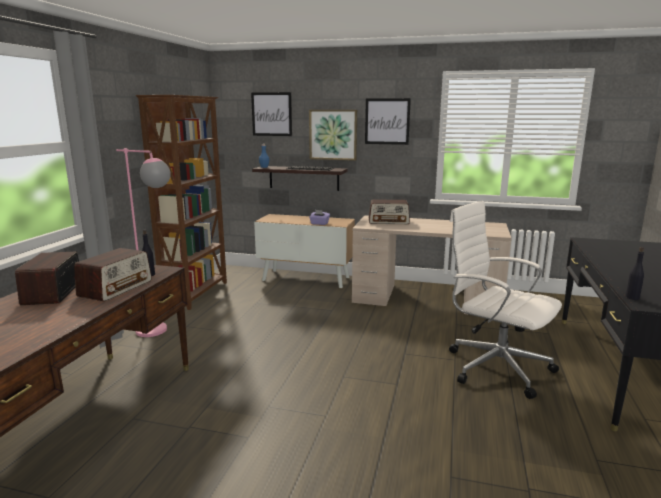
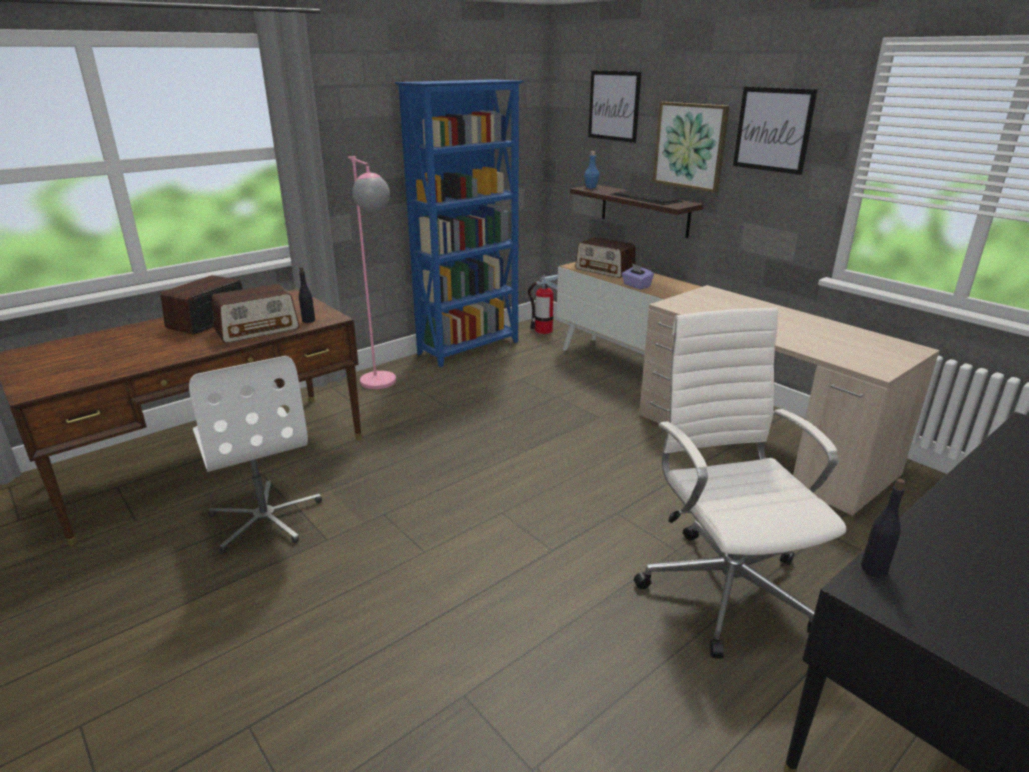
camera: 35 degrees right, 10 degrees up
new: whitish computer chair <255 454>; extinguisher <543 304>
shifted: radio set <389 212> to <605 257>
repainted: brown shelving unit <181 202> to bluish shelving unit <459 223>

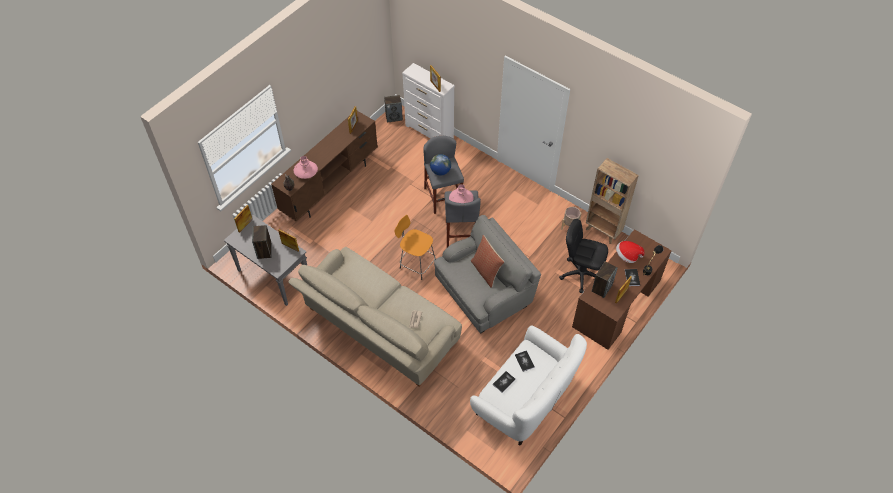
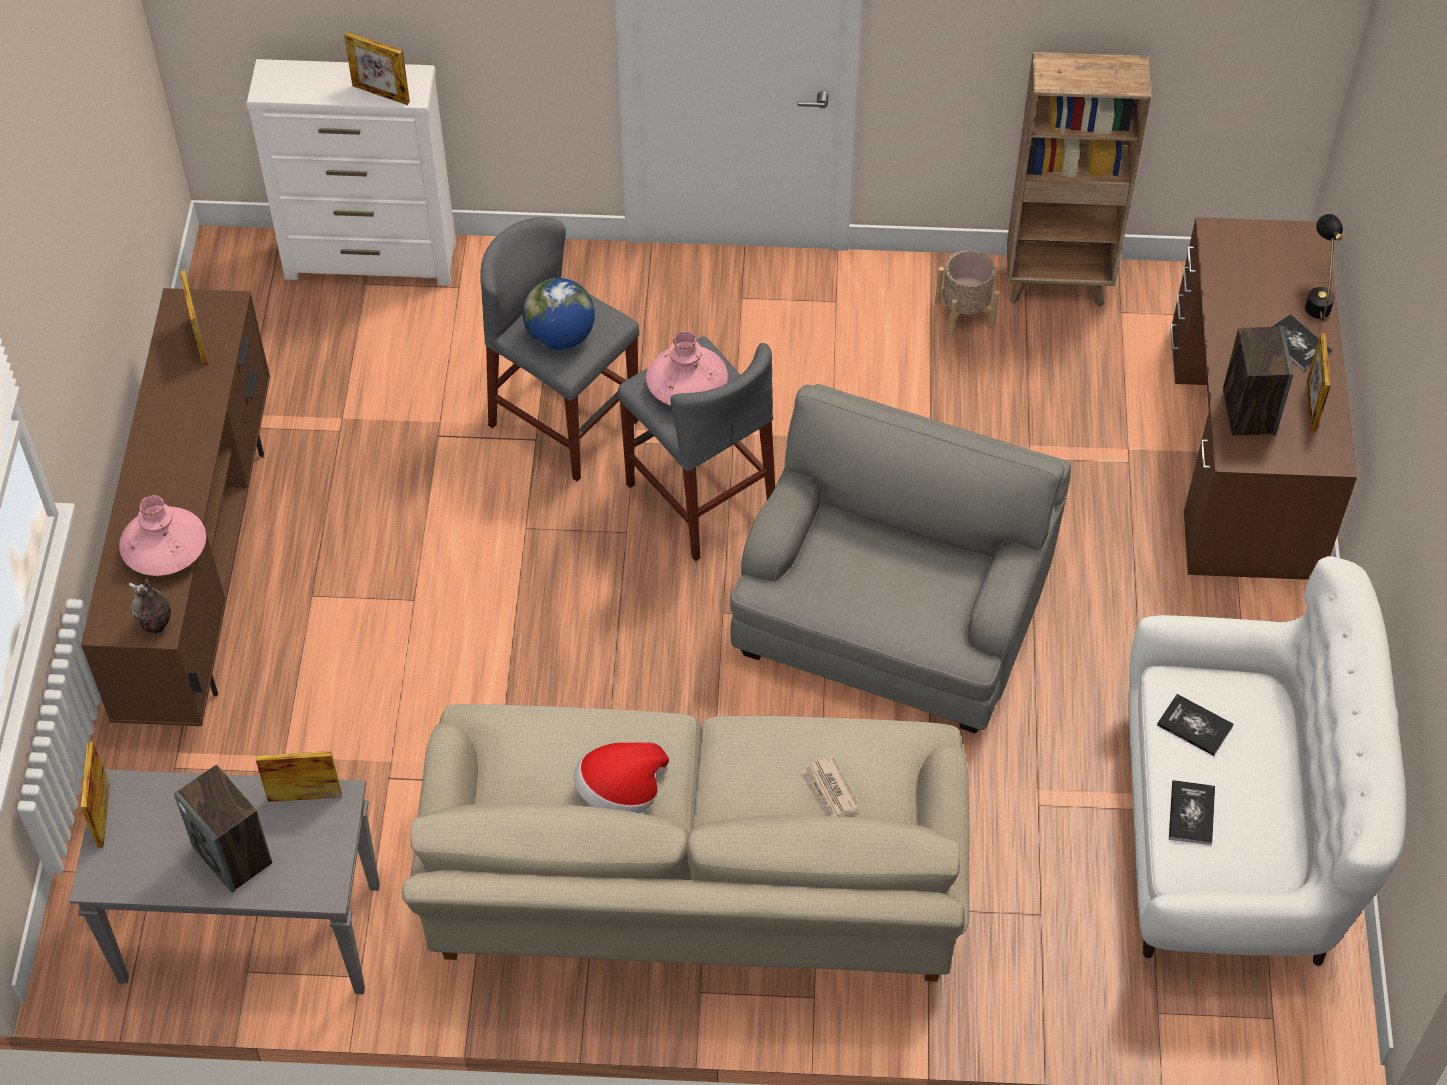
camera: 35 degrees left, 0 degrees up
gone: audio speaker <393 108>; orange-coloured stool <415 247>; throw pillow <487 261>; black-coloured computer chair <583 256>
shifted: wearable hat <630 252> to <621 778>

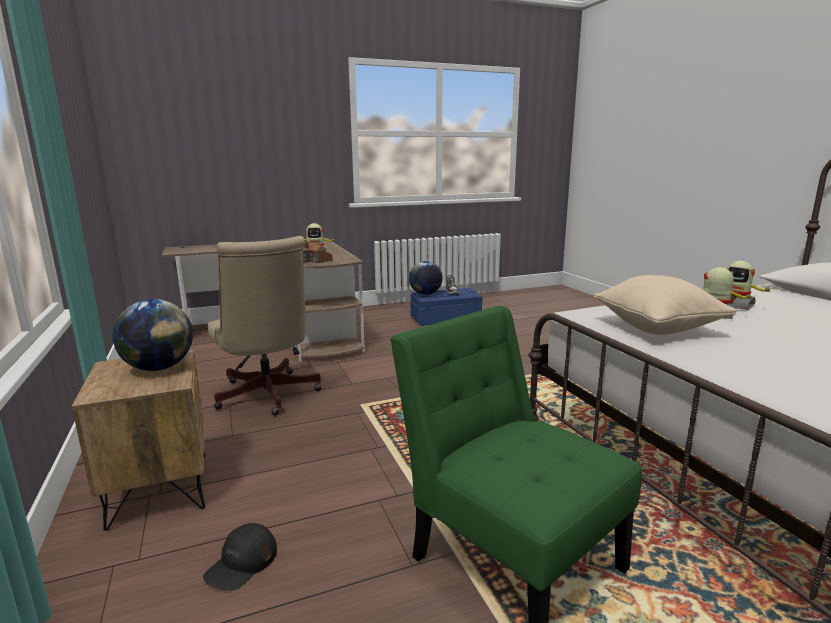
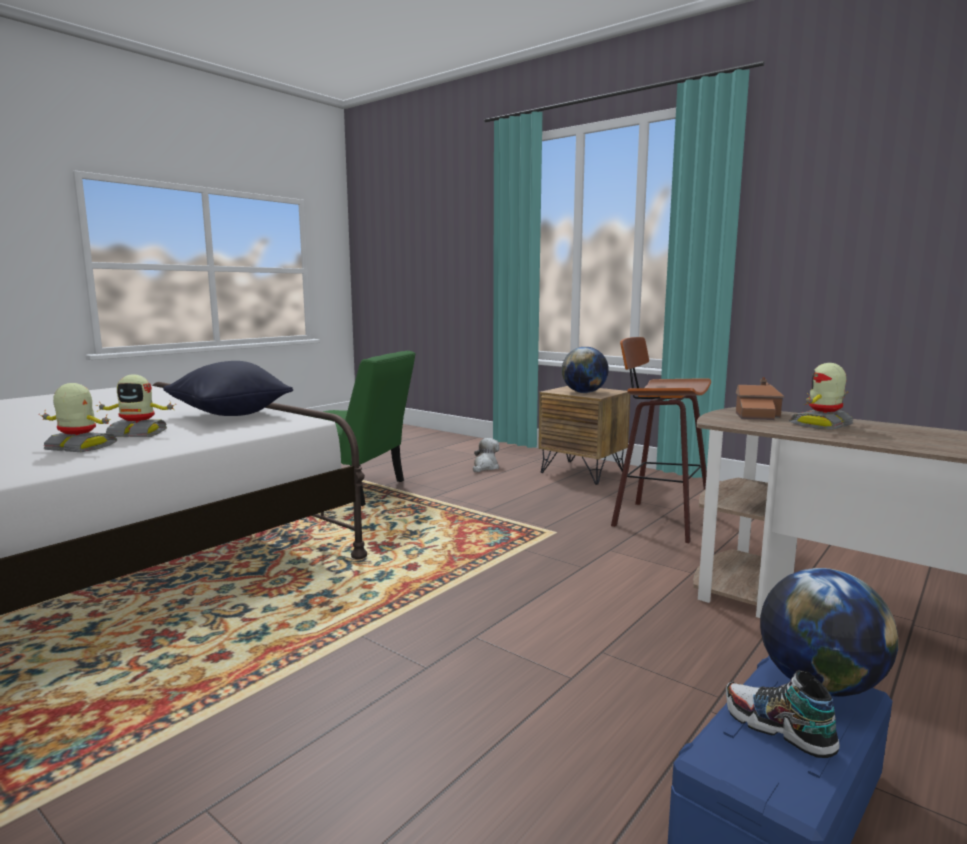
camera: 150 degrees right, 5 degrees down
swapped: black-coloured cap <240 557> to plush toy <486 455>; beige-coloured computer chair <265 326> to stool <661 440>
repainted: beige-coloured throw pillow <665 305> to black-coloured throw pillow <228 388>

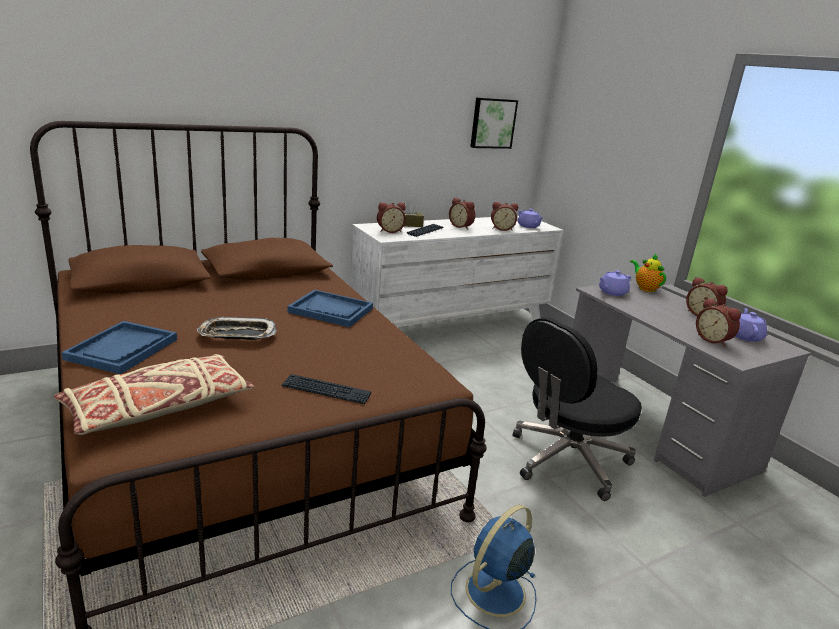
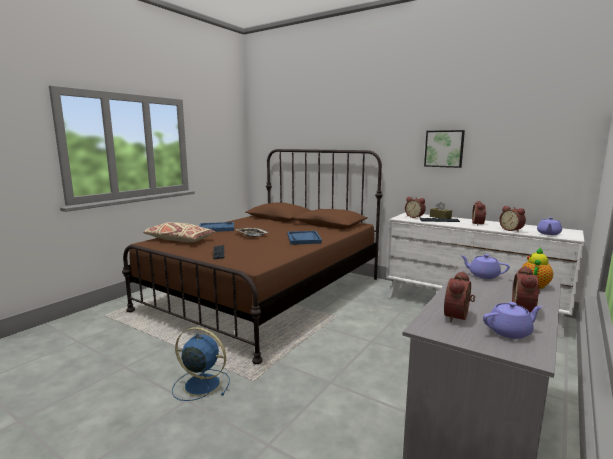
camera: 65 degrees right, 10 degrees down
gone: black-coloured computer chair <577 409>
shifted: picture <494 123> to <444 149>

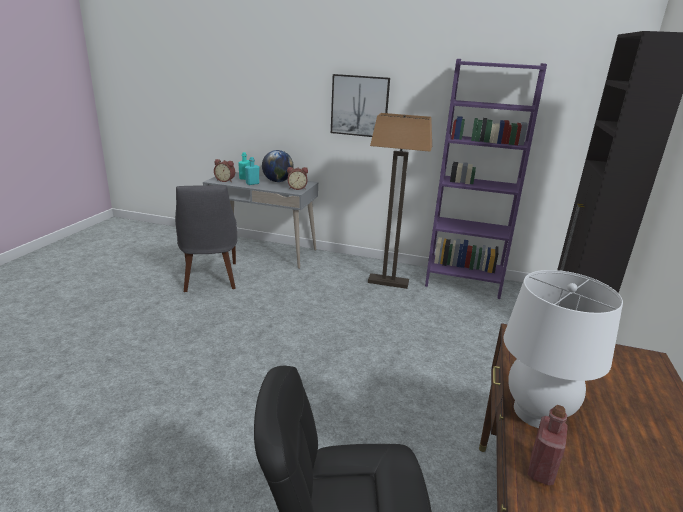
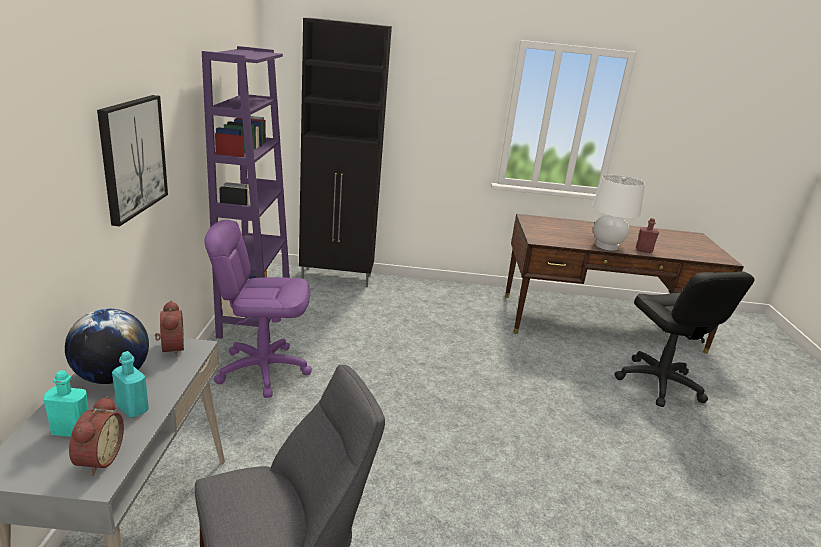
camera: 105 degrees left, 0 degrees up
swapped: floor lamp <400 201> to purple-coloured computer chair <258 309>

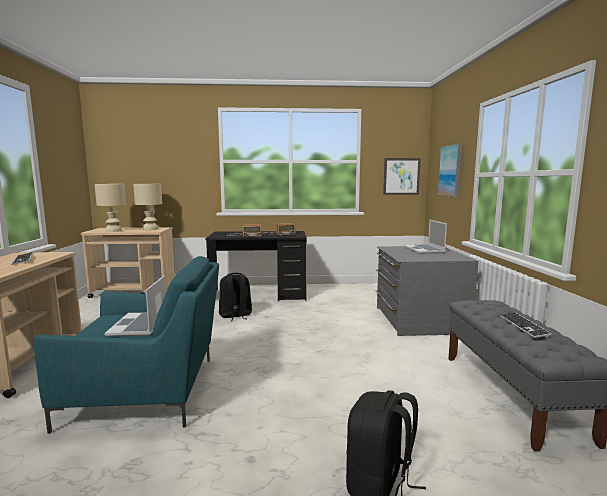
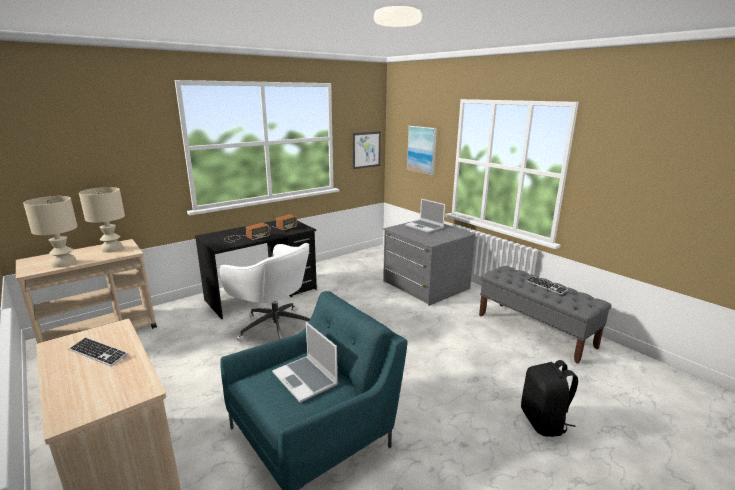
camera: 35 degrees left, 10 degrees up
swapped: black-coloured backpack <235 297> to whitish computer chair <264 292>

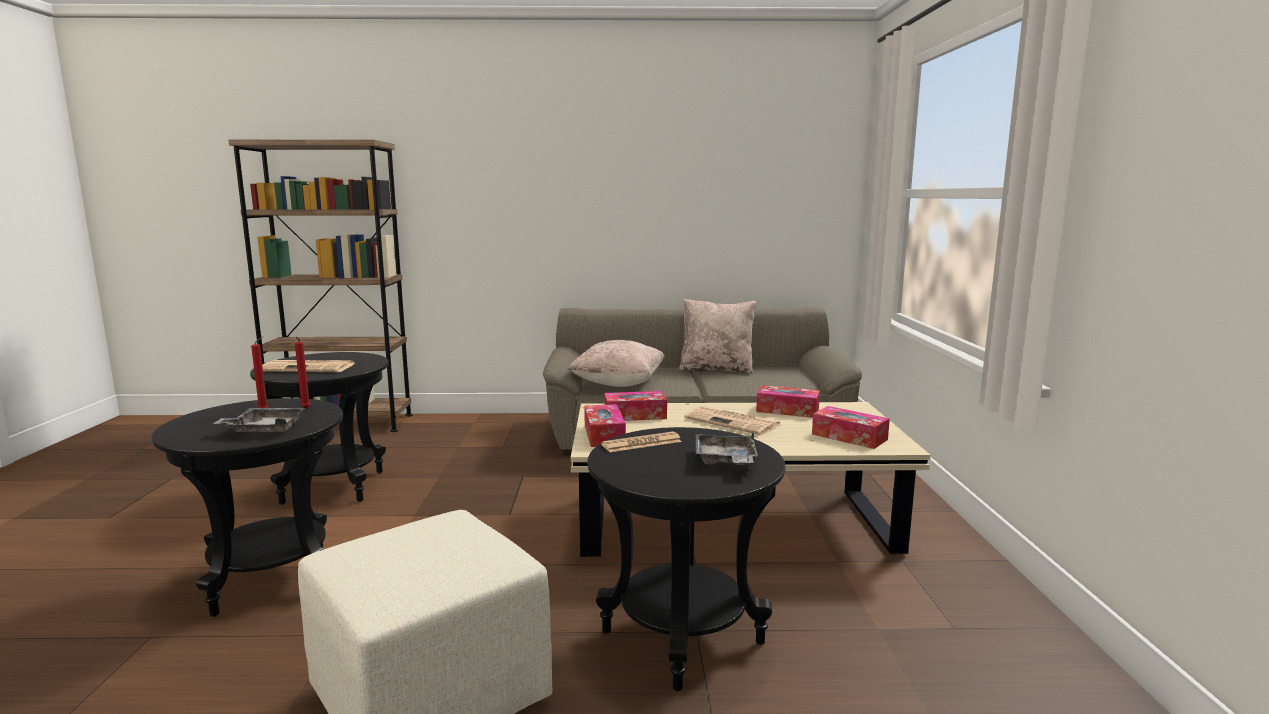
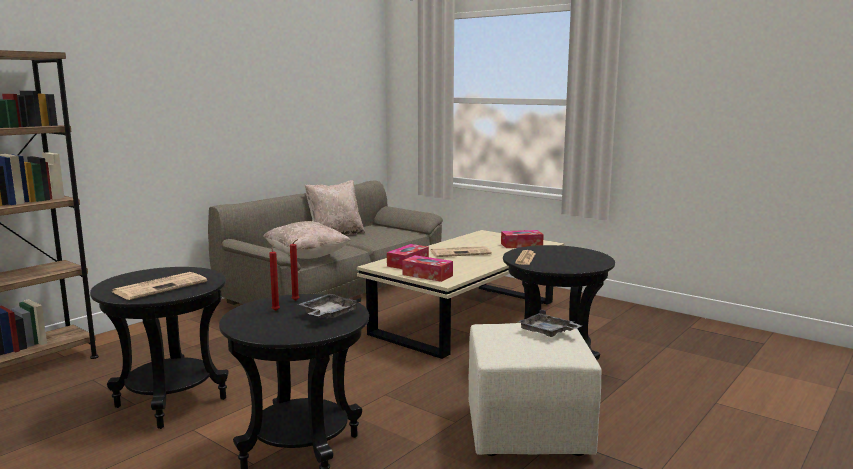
camera: 50 degrees left, 0 degrees up
gone: tissue box <788 401>
shifted: grey tray <727 448> to <550 323>

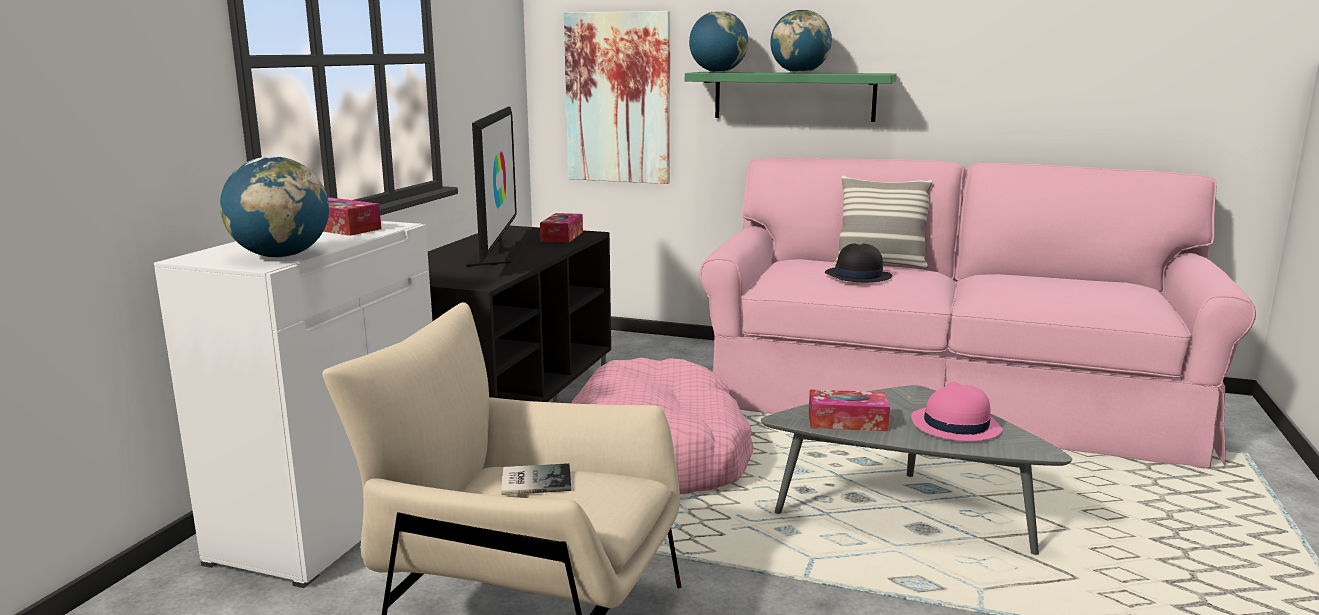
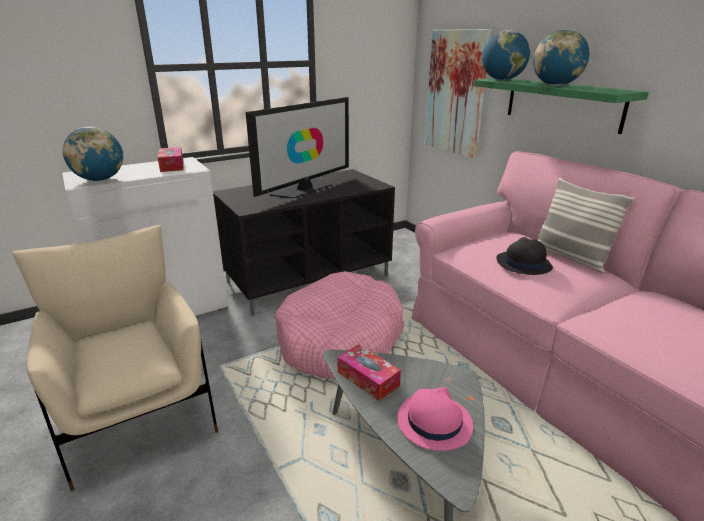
camera: 40 degrees right, 10 degrees up
gone: volume <536 479>; tissue box <561 228>

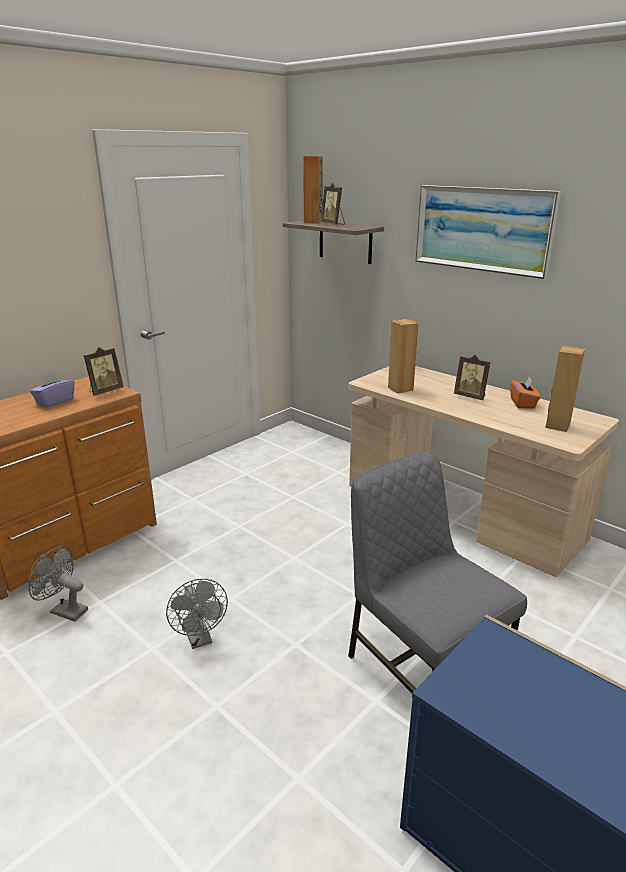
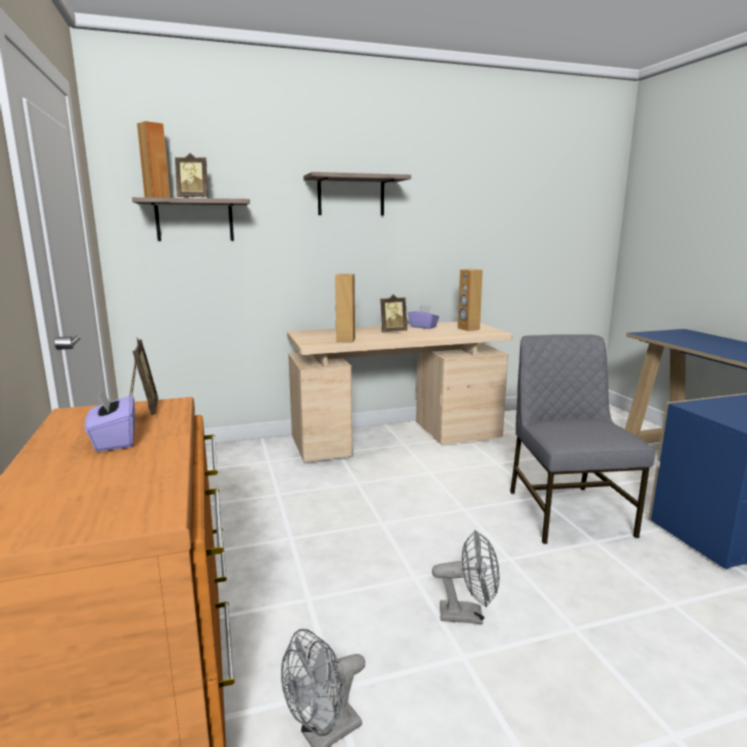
camera: 60 degrees left, 10 degrees down
swapped: picture <488 232> to shelf <357 194>
repainted: orange-coloured tissue box <525 392> to purple-coloured tissue box <423 317>
rotated: grey upright chair <437 572> = <582 439> 90 degrees clockwise

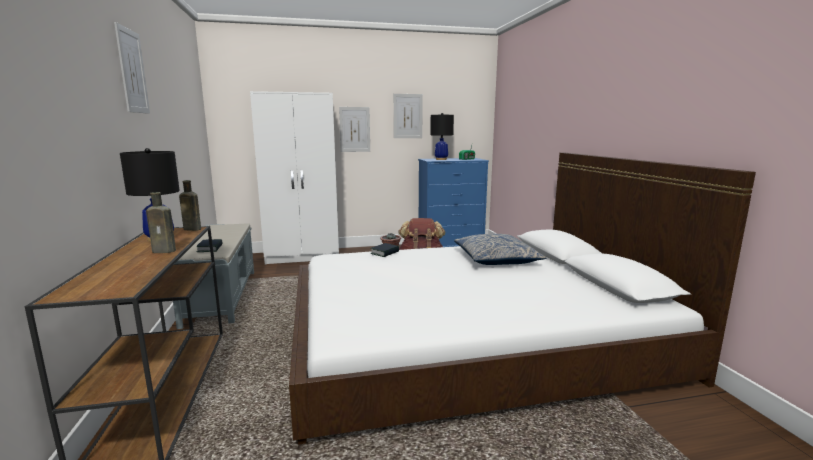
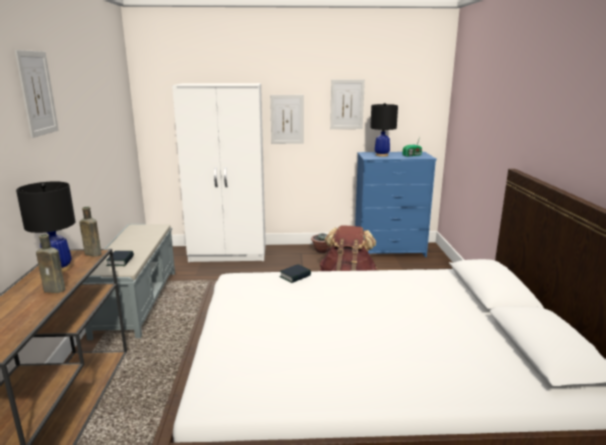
camera: 10 degrees right, 5 degrees up
gone: throw pillow <500 249>

